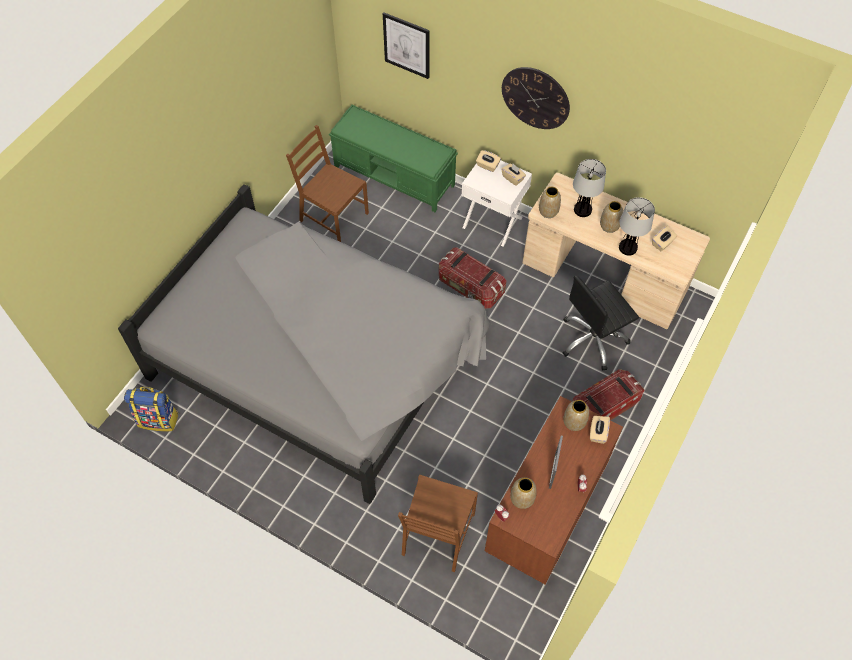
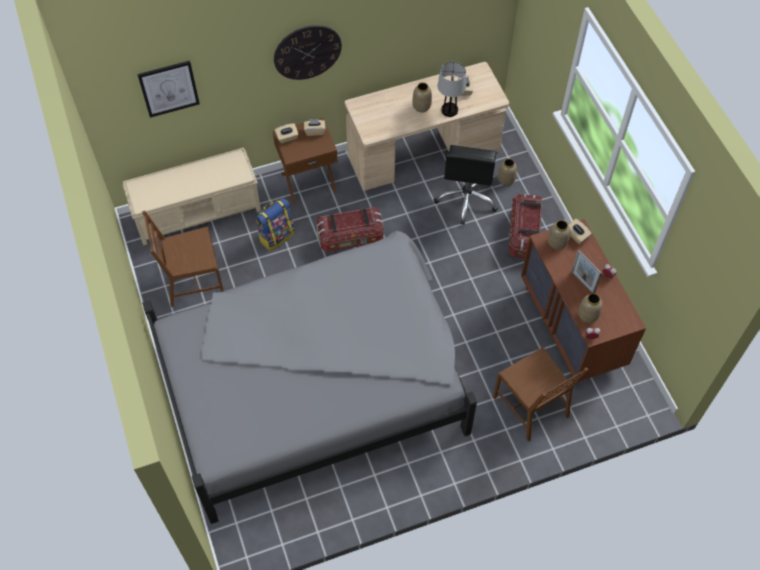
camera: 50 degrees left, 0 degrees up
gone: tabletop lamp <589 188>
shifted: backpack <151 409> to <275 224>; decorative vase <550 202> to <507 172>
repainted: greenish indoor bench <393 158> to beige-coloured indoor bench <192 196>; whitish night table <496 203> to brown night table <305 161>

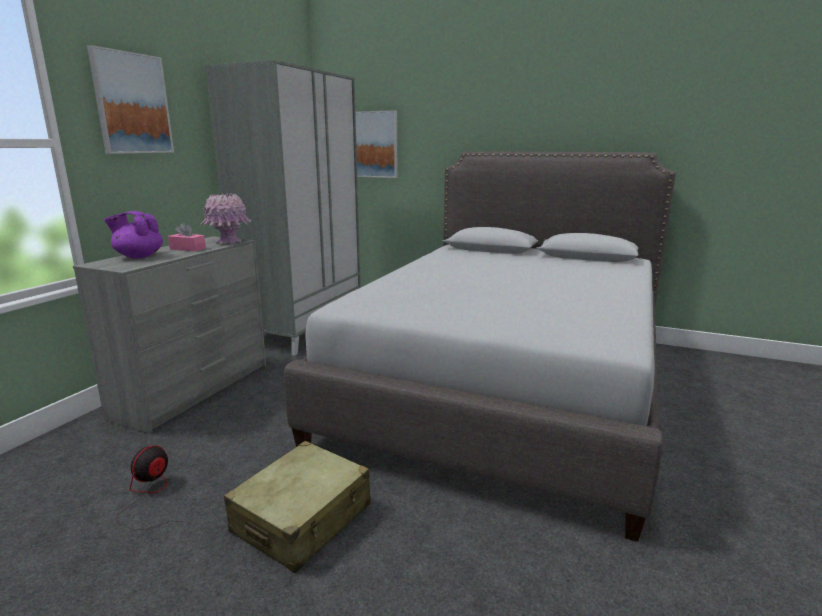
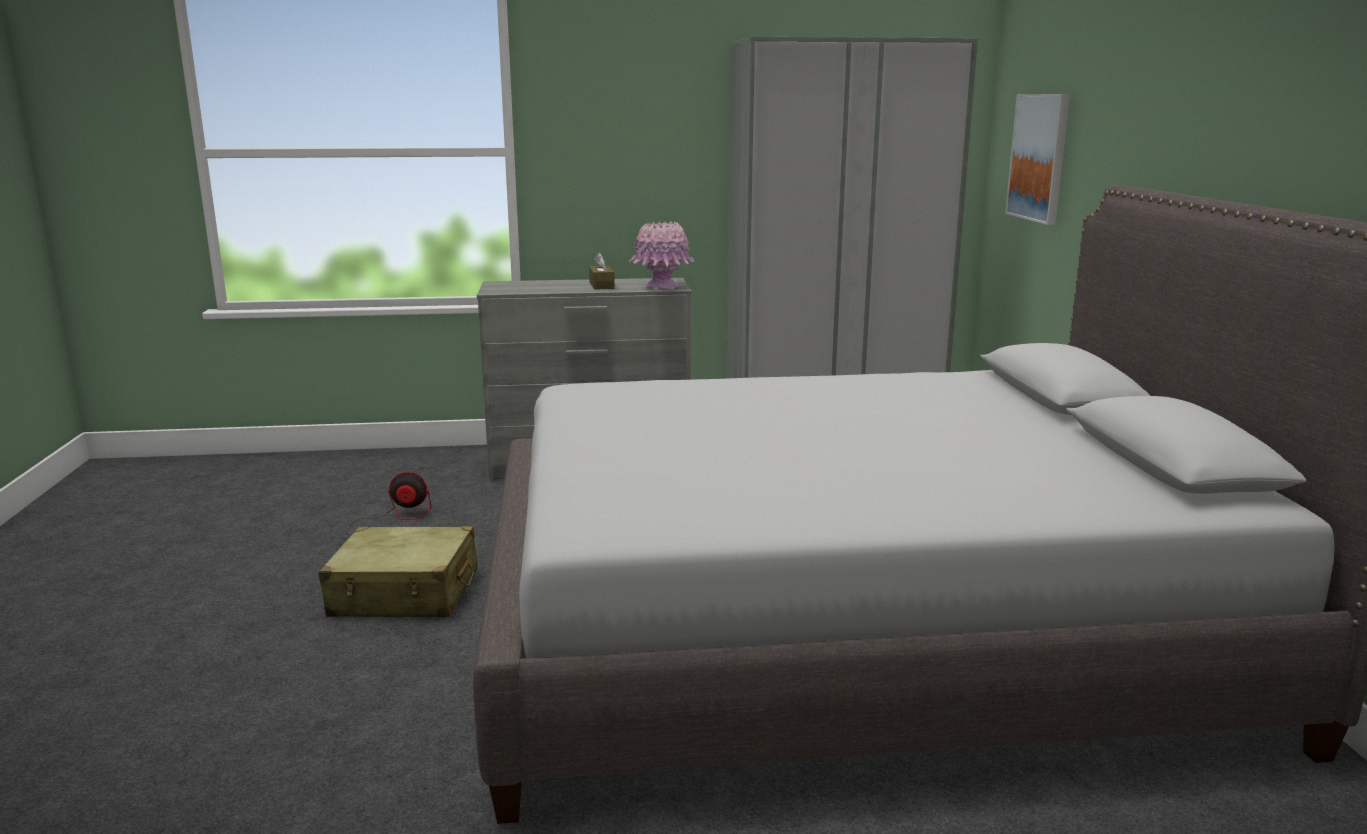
camera: 60 degrees right, 0 degrees up
gone: picture <130 99>; purple-coloured teapot <133 235>
repainted: pinkish tissue box <187 237> to brown tissue box <602 271>

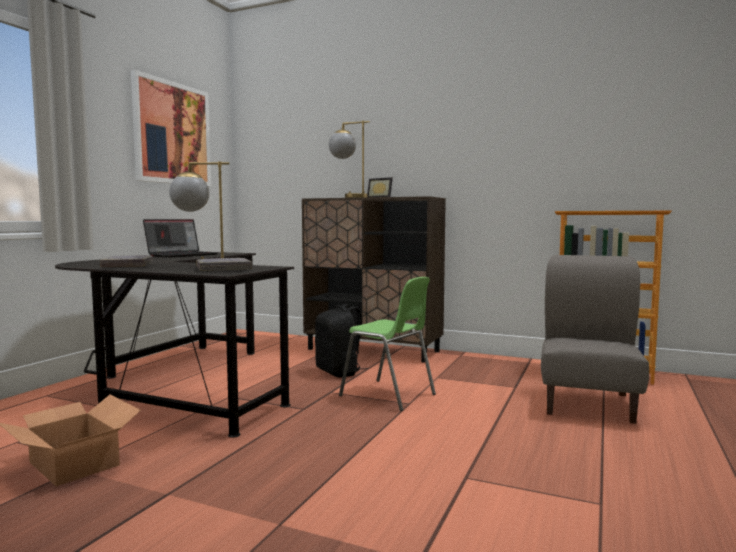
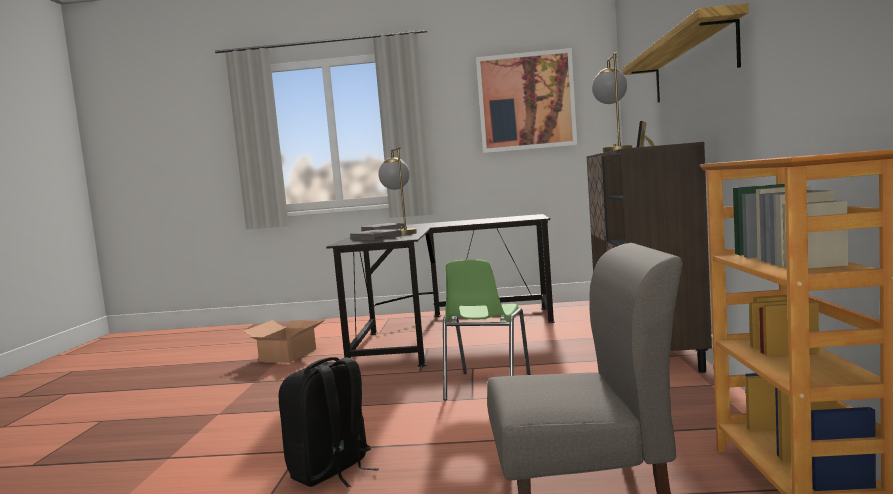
camera: 70 degrees right, 0 degrees up
gone: portable computer <180 238>
new: shelf <685 53>
shifted: black-coloured backpack <341 341> to <329 422>

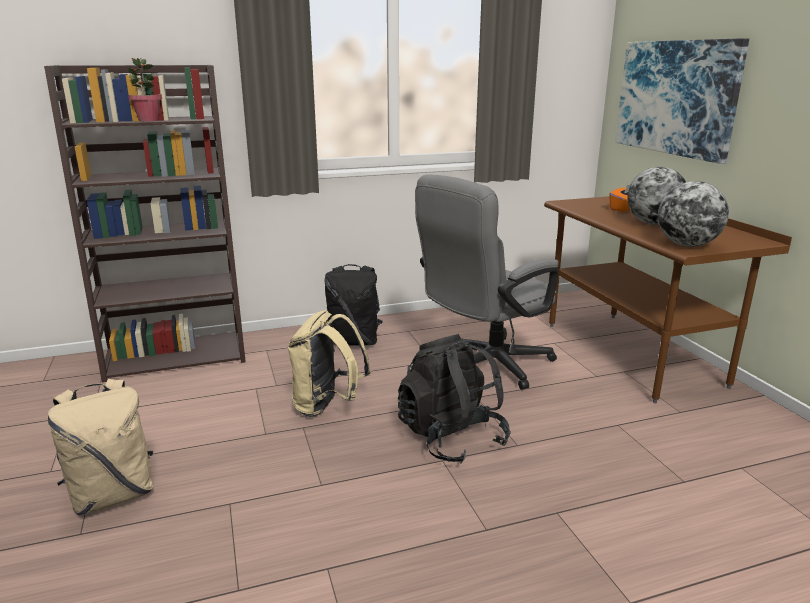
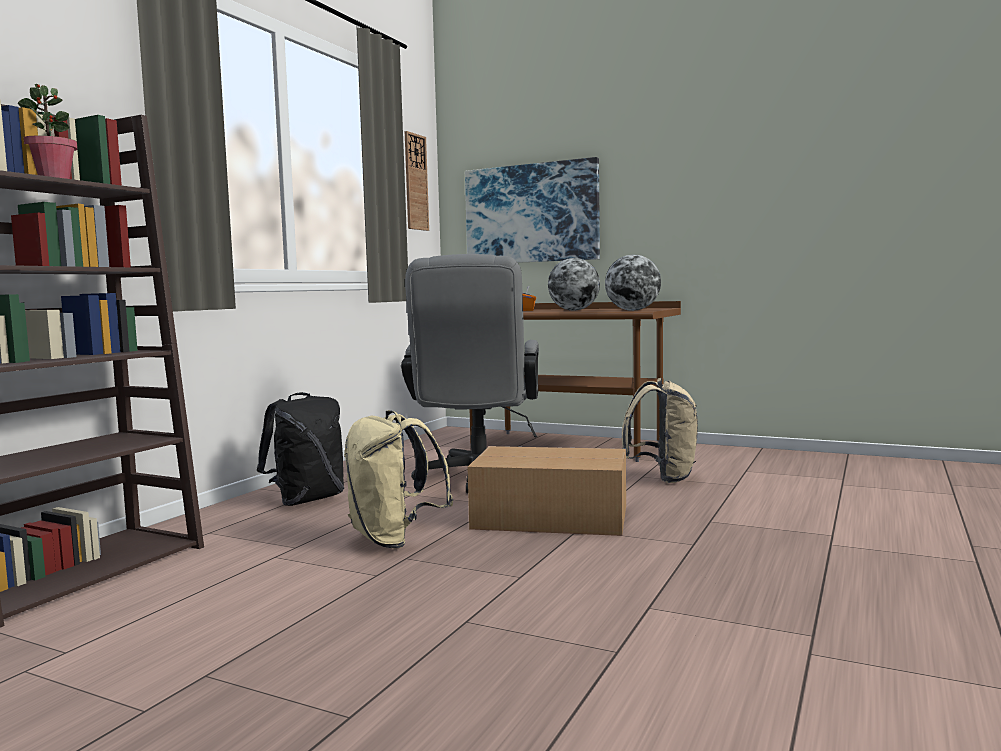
camera: 45 degrees left, 15 degrees down
new: hanging clock <417 181>
shifted: beige-coloured backpack <100 447> to <660 430>
swapped: black-coloured backpack <454 398> to packing box <546 491>

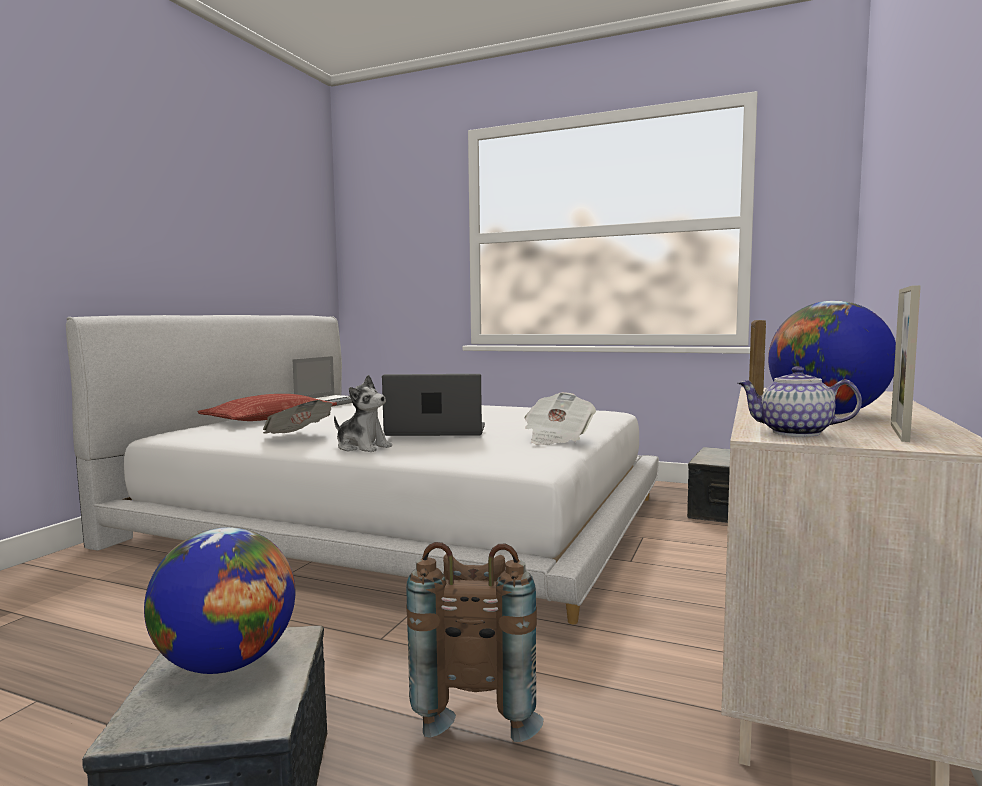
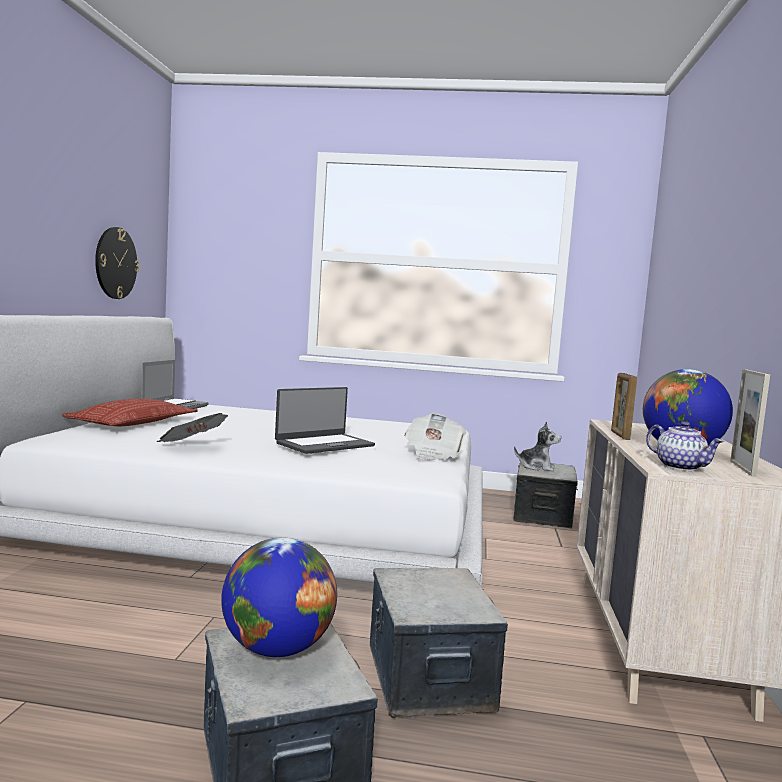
camera: 15 degrees left, 0 degrees up
new: hanging clock <117 263>
shifted: plush toy <363 413> to <537 447>
swapped: brown backpack <475 642> to storage bin <439 643>
rotated: portable computer <433 405> = <325 420> 150 degrees clockwise; teapot <800 401> = <685 446> 135 degrees counterclockwise

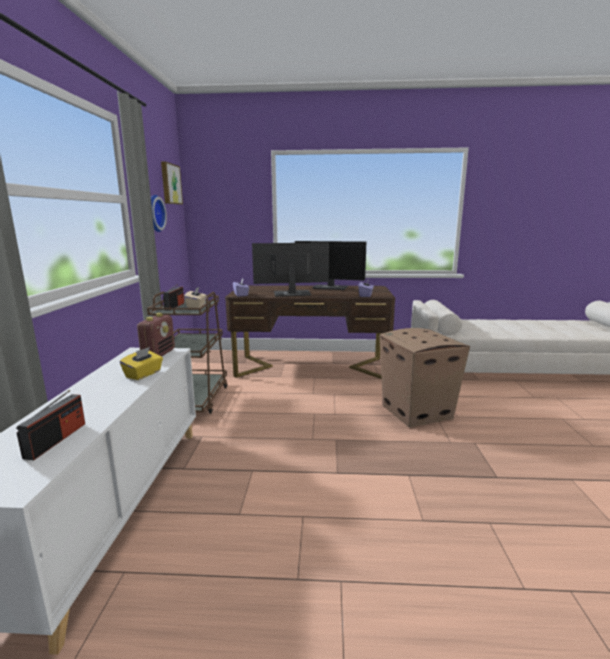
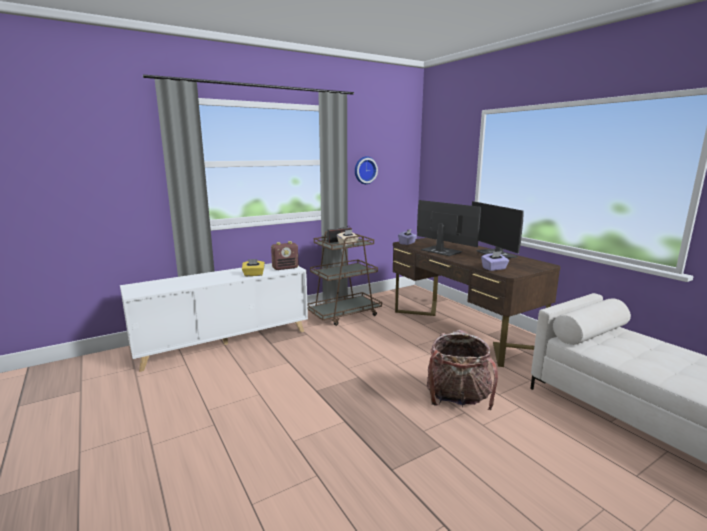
camera: 55 degrees right, 0 degrees up
gone: radio set <50 425>; picture <172 183>
swapped: packing box <425 377> to backpack <462 370>

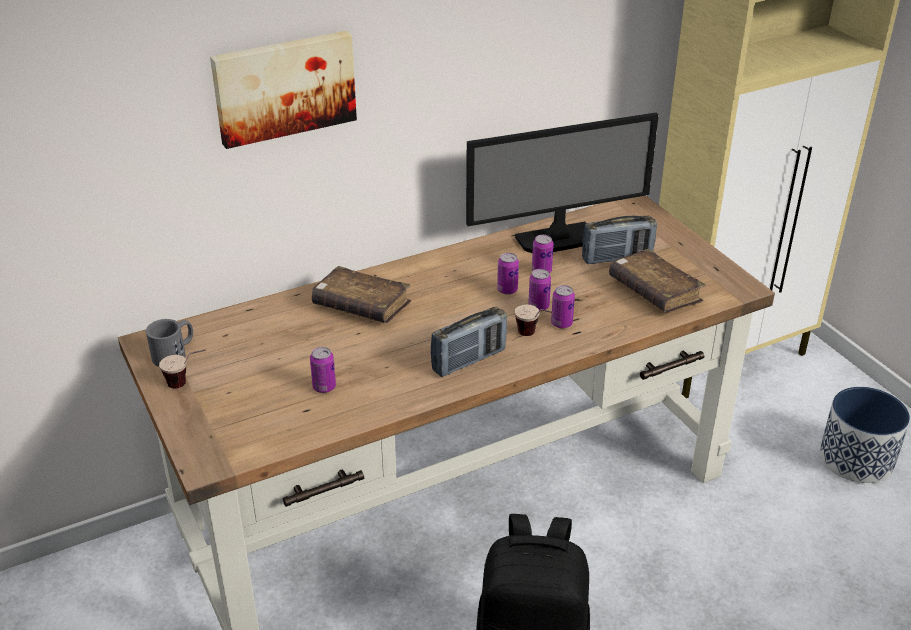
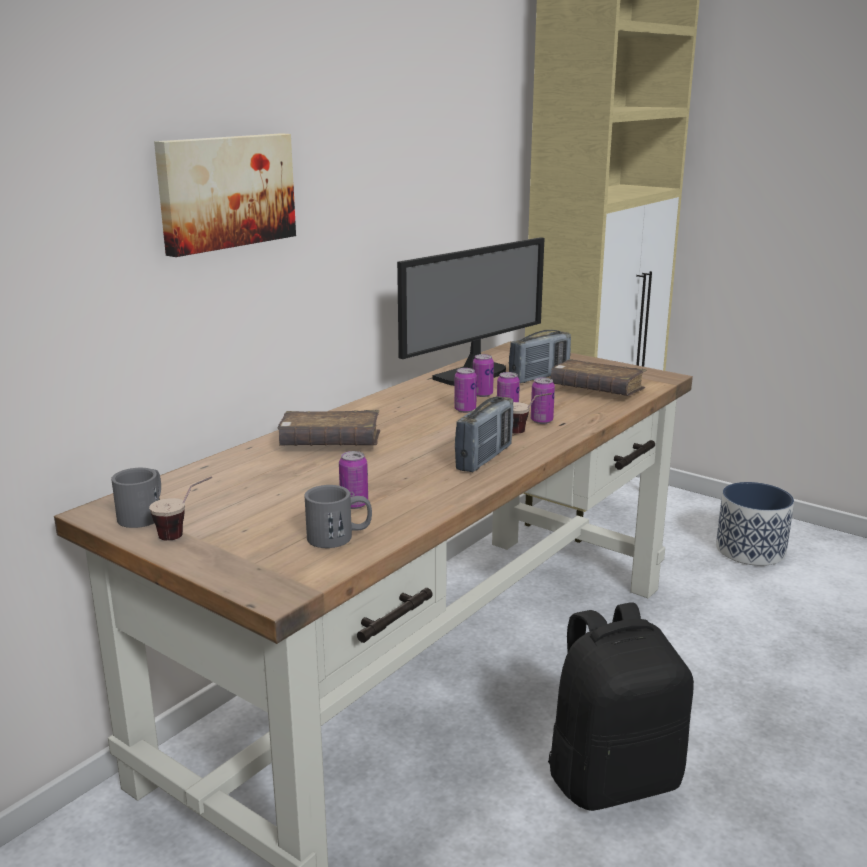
camera: 25 degrees left, 15 degrees down
new: grey tea mug <338 516>

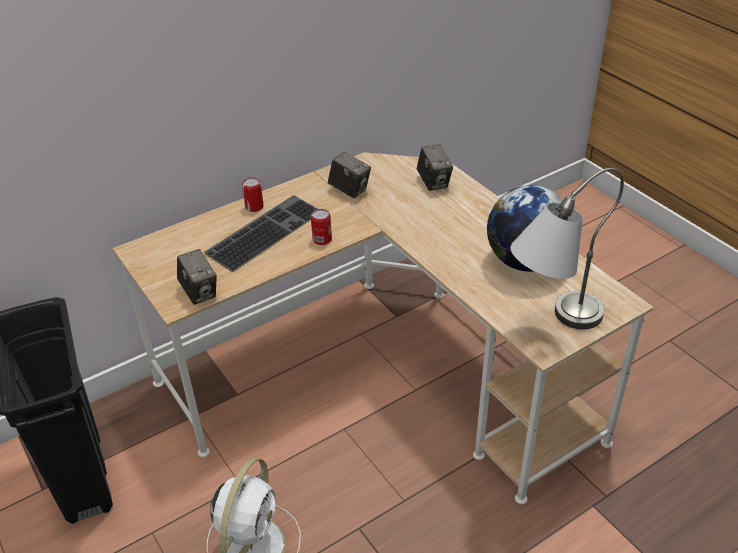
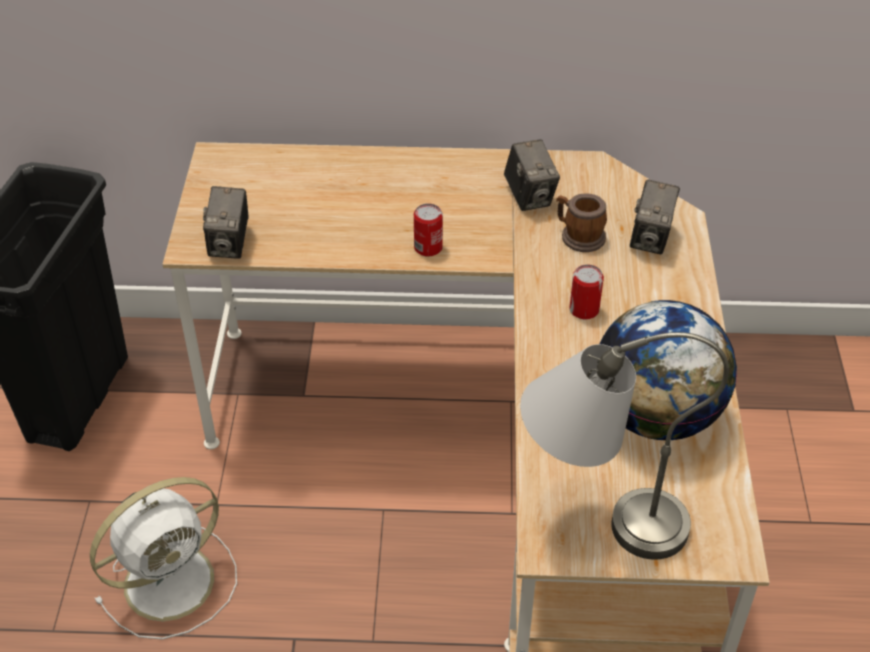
camera: 35 degrees right, 5 degrees up
gone: PC keyboard <260 233>
new: tea mug <581 223>
shifted: metal can <253 194> to <587 291>

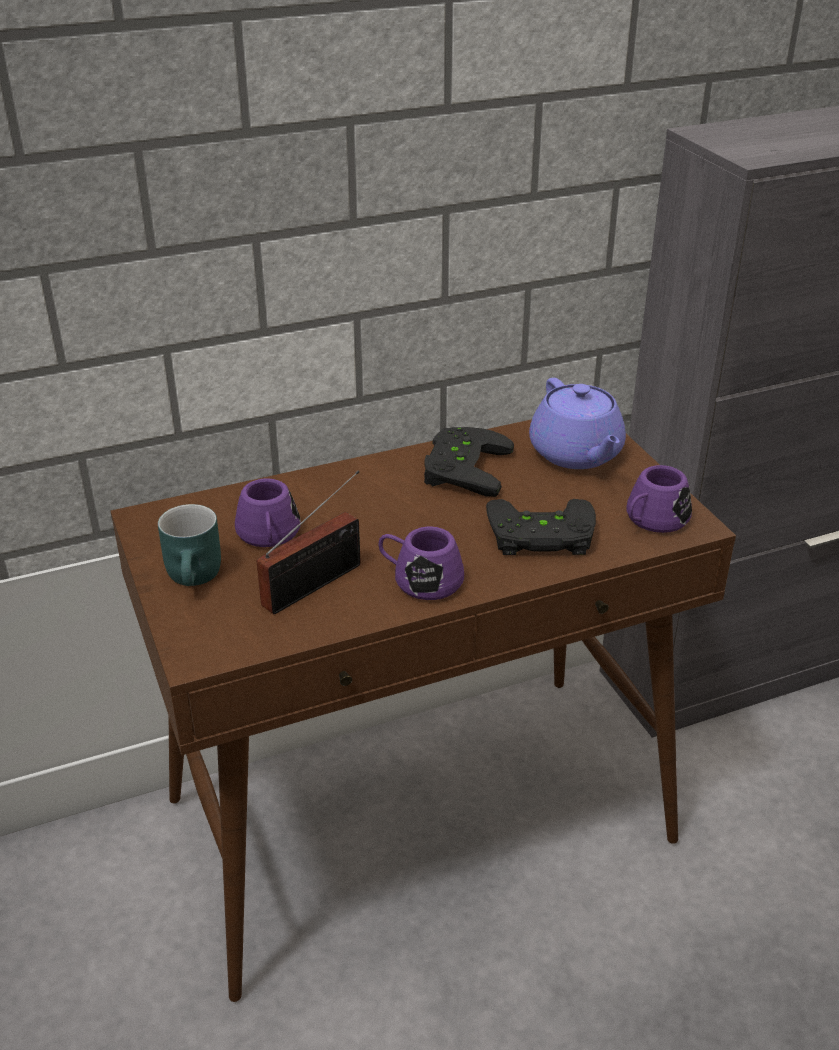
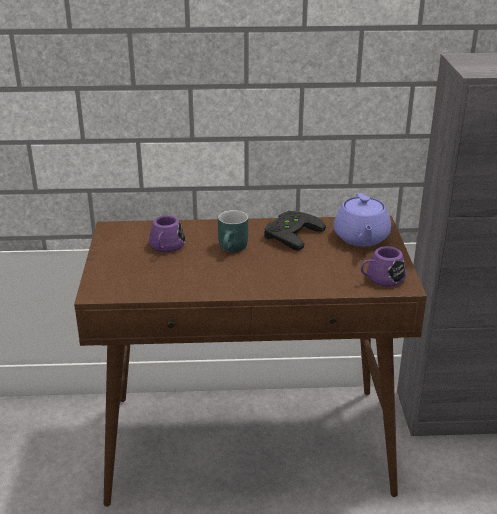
camera: 20 degrees right, 5 degrees down
gone: radio set <309 542>; purple-coloured tea mug <421 563>; black-coloured game controller <541 527>
shifted: blue-green tea mug <189 545> to <233 231>

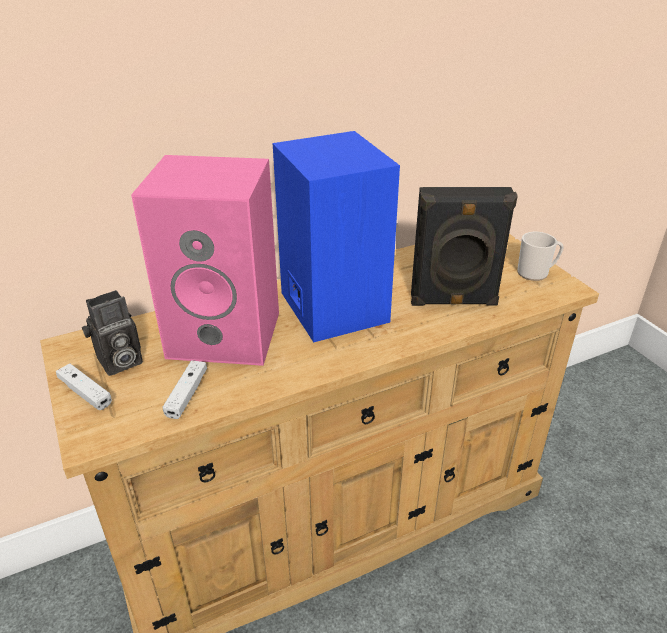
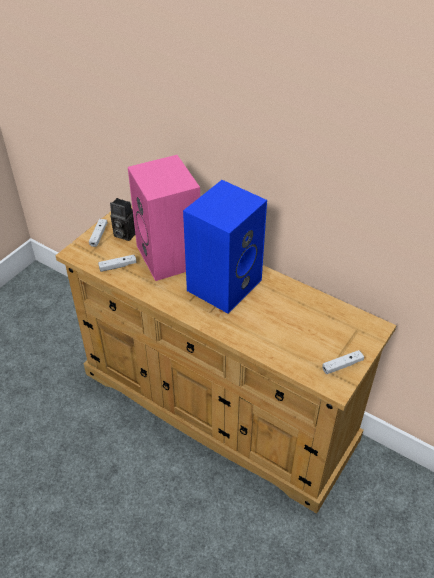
camera: 60 degrees right, 10 degrees up
gone: black-coloured audio speaker <464 246>
swapped: tea mug <540 256> to whitish game controller <343 362>

